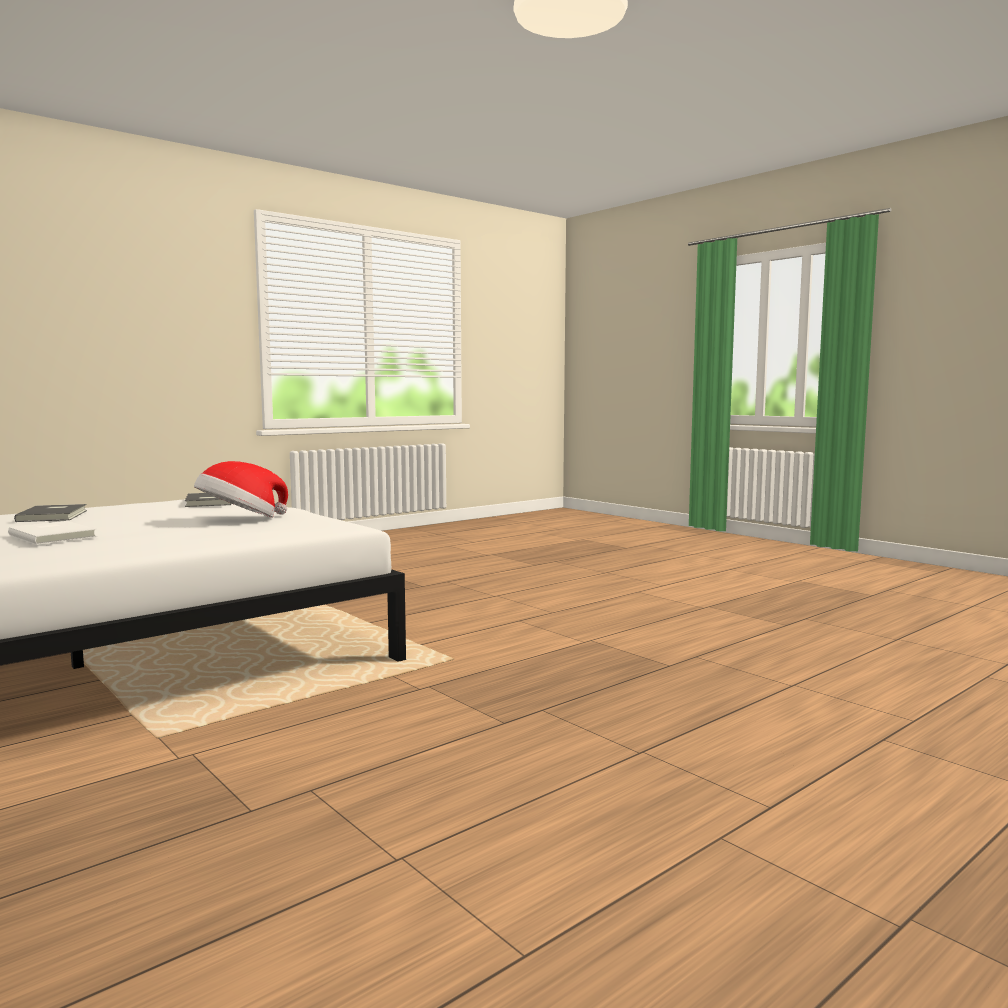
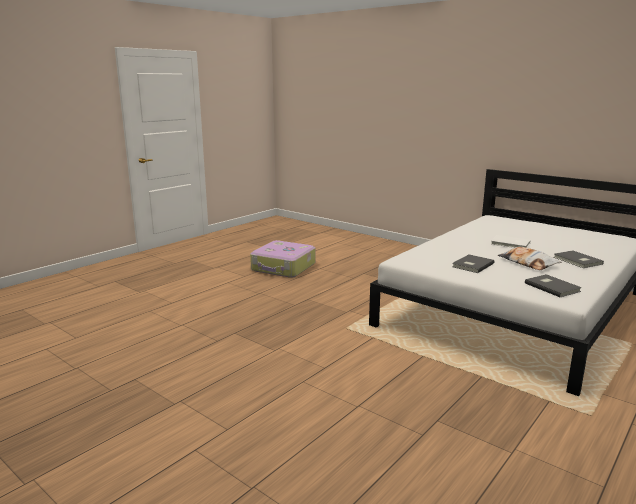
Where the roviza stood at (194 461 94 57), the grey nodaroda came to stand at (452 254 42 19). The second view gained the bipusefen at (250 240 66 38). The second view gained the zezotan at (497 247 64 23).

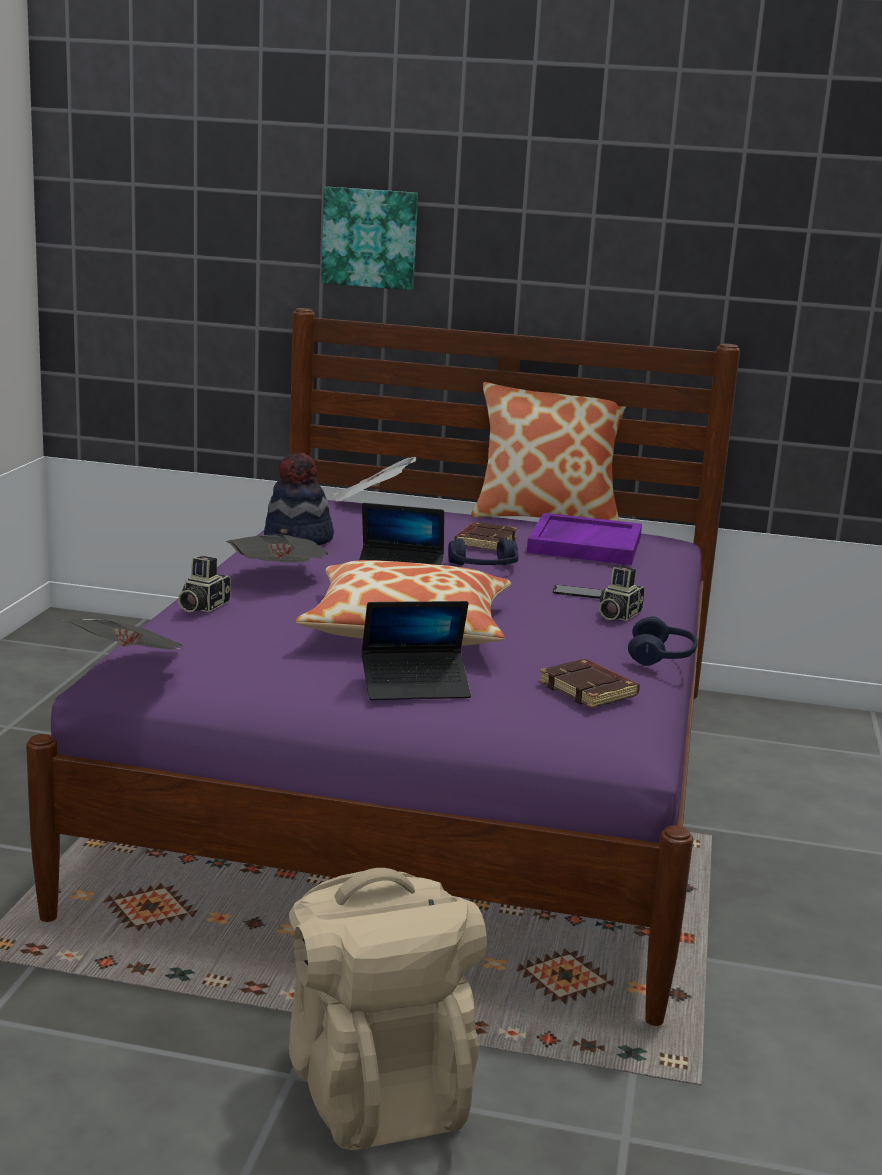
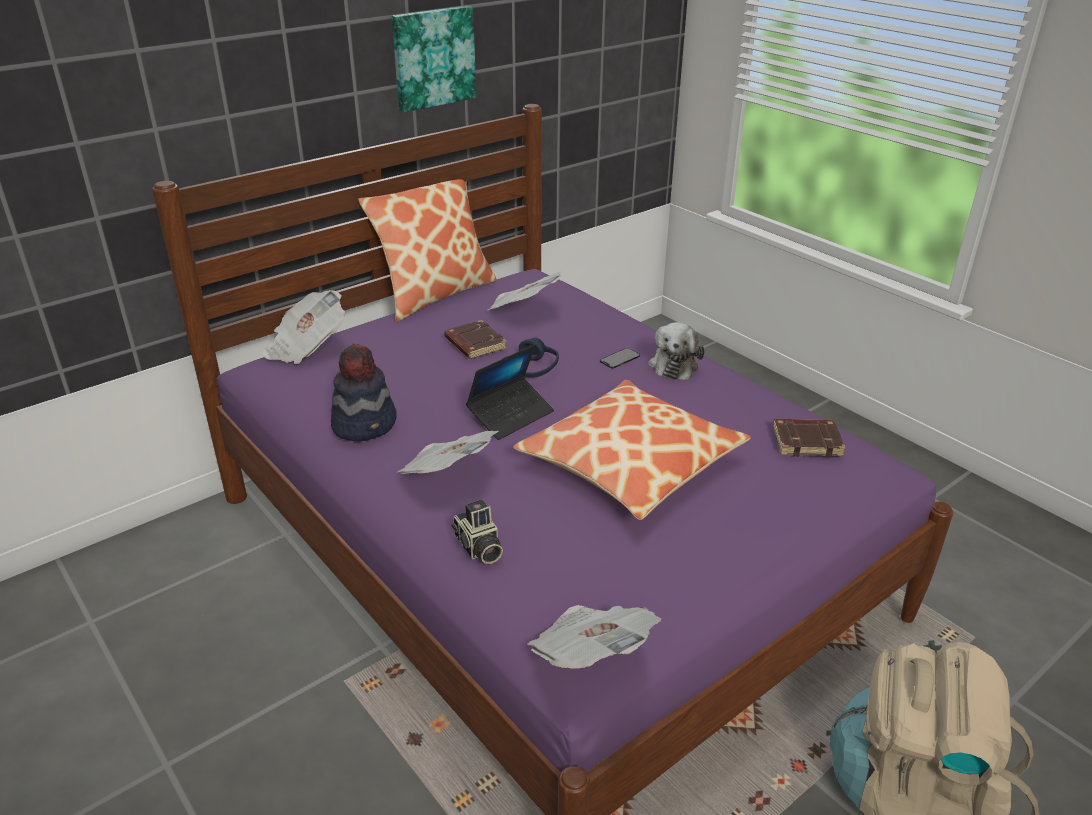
The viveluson ended up elsewhere, having gone from (321 187 97 103) to (392 6 84 106). The second view lost the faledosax at (362 601 109 99). Where the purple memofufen stood at (527 513 115 52), the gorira came to stand at (488 271 74 39). Where the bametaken stood at (599 566 46 55), the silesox came to stand at (648 322 56 58). The second view lost the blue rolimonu at (628 616 69 50).

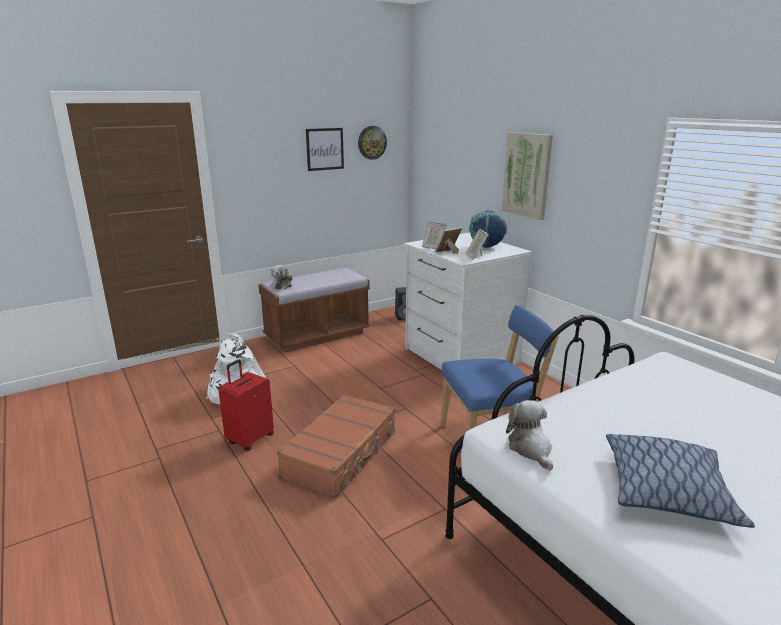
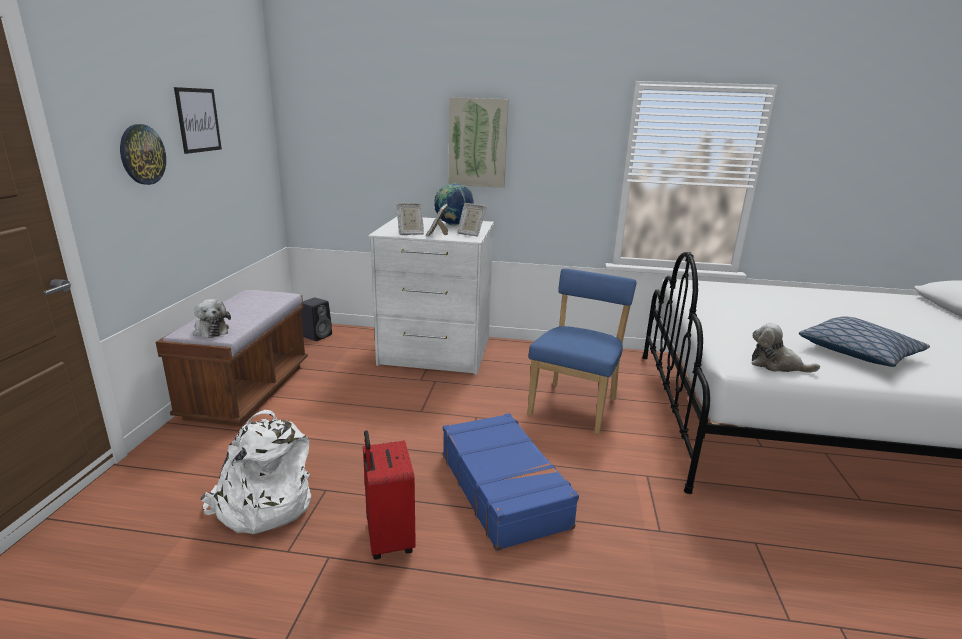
What was the brown bipusefen at (277 394 118 105) turned into the blue bipusefen at (443 413 136 138). The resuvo ended up elsewhere, having gone from (358 126 29 34) to (120 124 46 61).

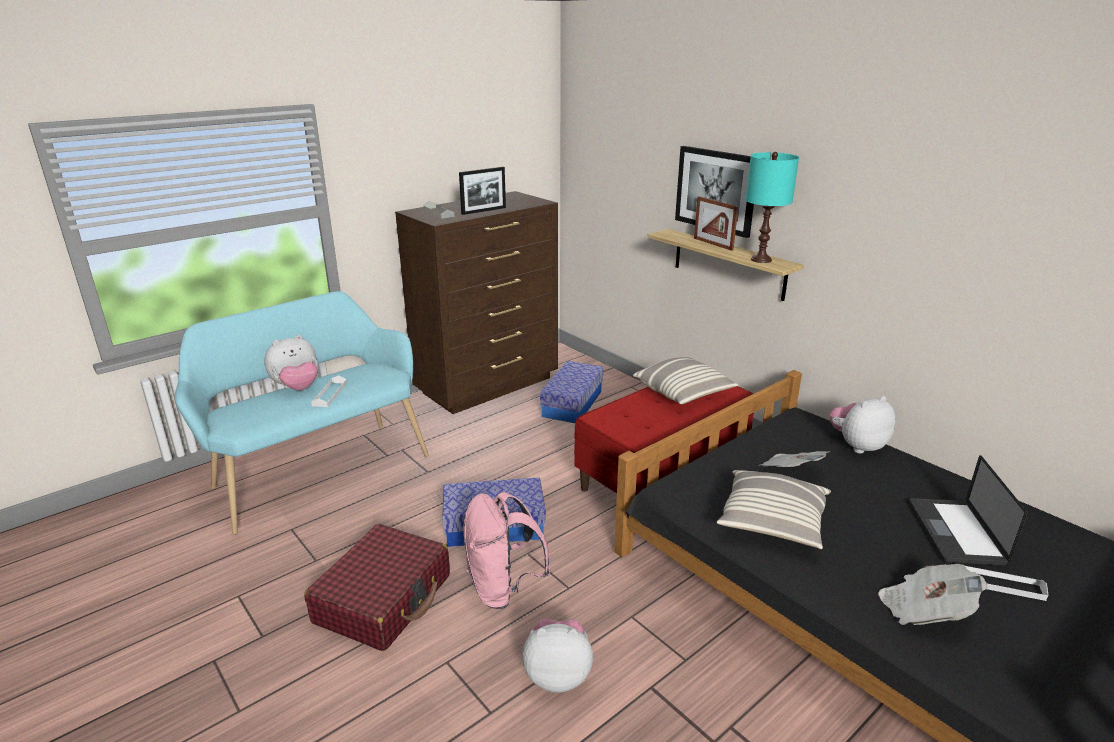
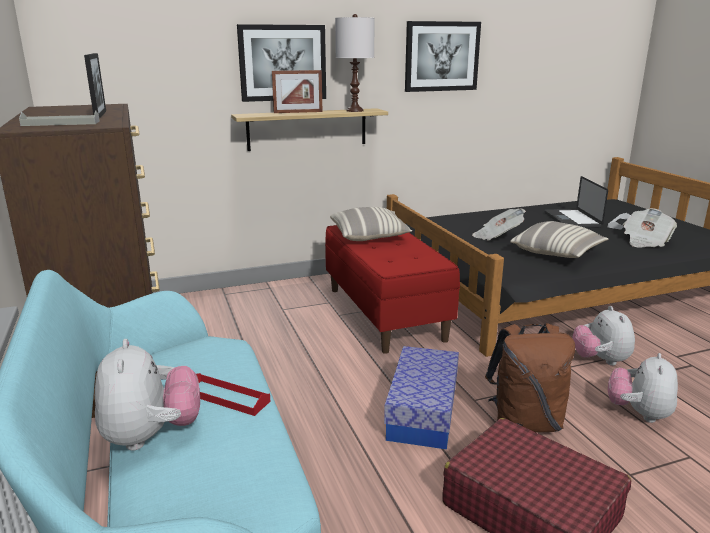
What was the white memofufen at (311 375 36 32) turned into the red memofufen at (196 373 74 43). What was the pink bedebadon at (463 492 88 117) turned into the brown bedebadon at (485 323 90 109). The second view lost the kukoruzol at (540 361 63 62). What was the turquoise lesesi at (746 152 53 111) turned into the white lesesi at (335 14 40 98). The silesox ended up elsewhere, having gone from (829 396 67 58) to (572 306 63 60). The faledosax at (909 455 118 111) ended up facing another way, 60 degrees clockwise from before. The second view gained the viveluson at (405 21 76 71).

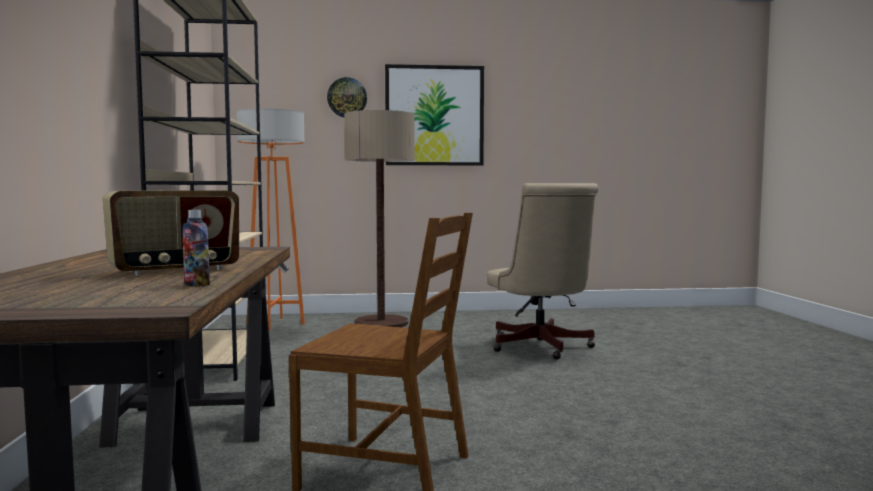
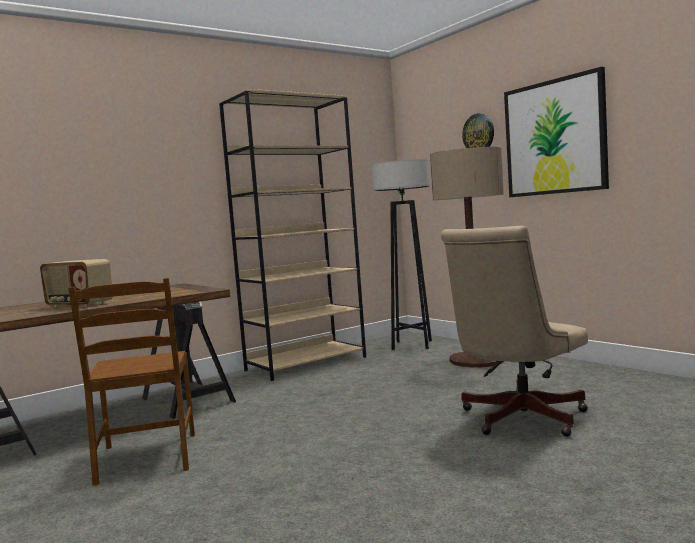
The second view lost the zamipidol at (182 210 28 76). What was the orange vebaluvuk at (236 108 69 223) turned into the grey vebaluvuk at (372 159 60 191).

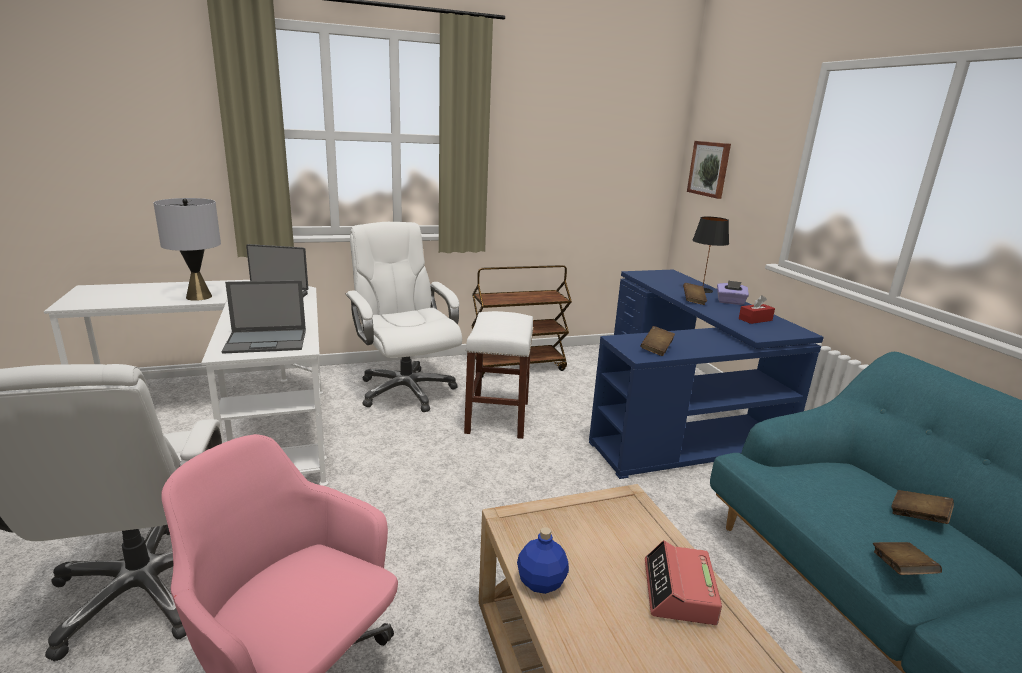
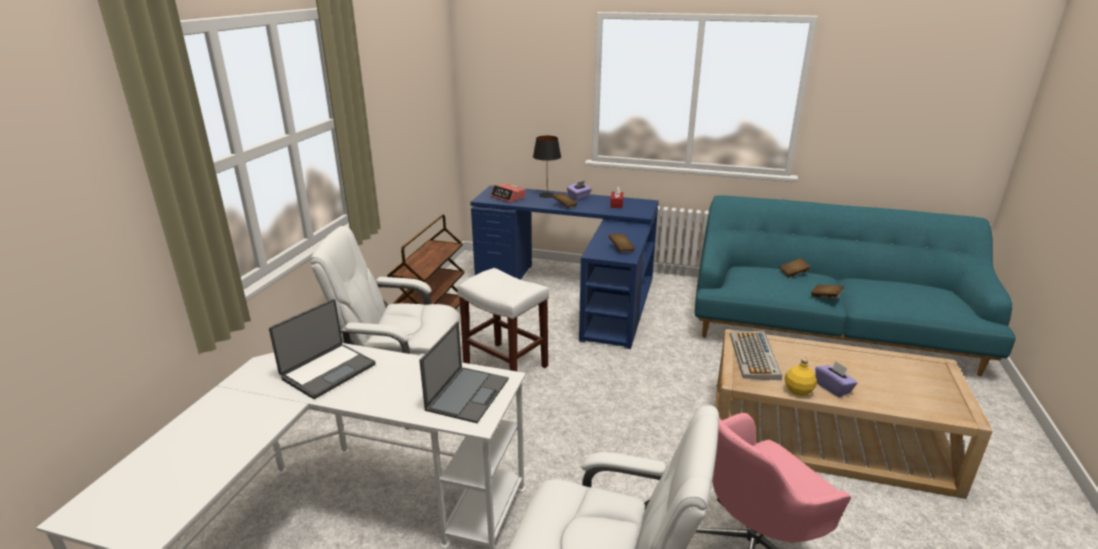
The second view lost the grey lesesi at (153 198 68 103). What was the blue zamipidol at (517 527 52 67) turned into the yellow zamipidol at (785 358 32 38). The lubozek ended up elsewhere, having gone from (645 540 77 85) to (490 183 35 20). The second view lost the viveluson at (687 141 44 58). The second view gained the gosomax at (730 331 52 49). The second view gained the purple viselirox at (815 361 43 36).

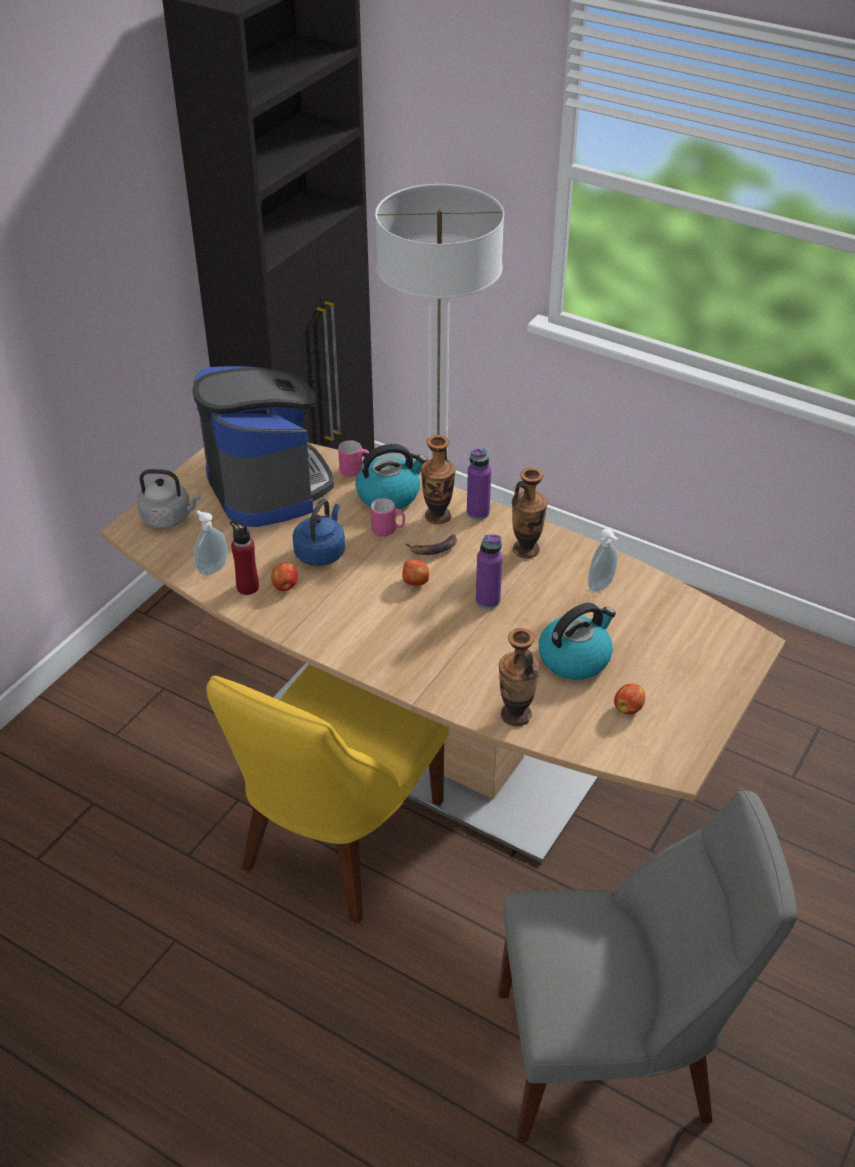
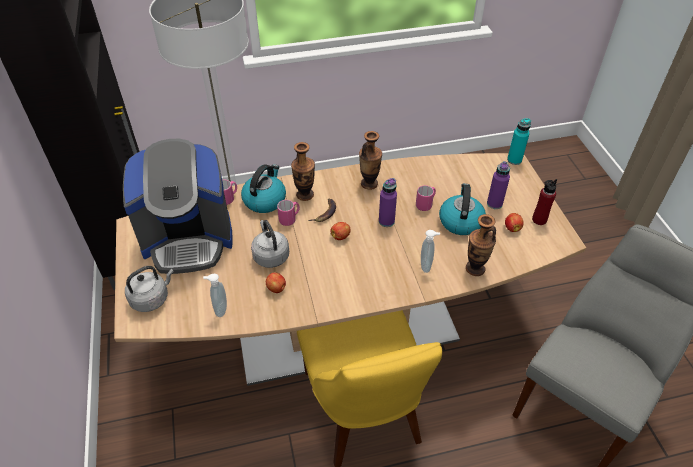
The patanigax at (192 366 142 161) ended up facing another way, 150 degrees clockwise from before. The red zamipidol ended up elsewhere, having gone from (230 521 29 74) to (532 179 25 46). What was the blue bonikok at (292 499 53 67) turned into the grey bonikok at (251 220 38 48). The purple zamipidol ended up elsewhere, having gone from (467 448 24 72) to (487 161 23 48). The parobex ended up elsewhere, having gone from (588 529 30 63) to (421 230 19 43). The second view gained the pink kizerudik at (416 185 20 26). The second view gained the turquoise zamipidol at (507 118 24 47).

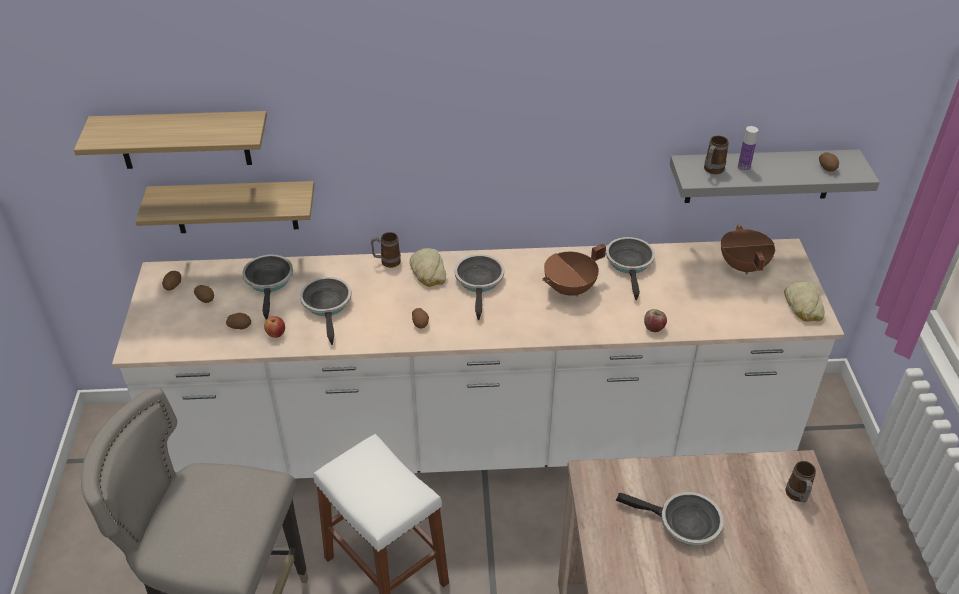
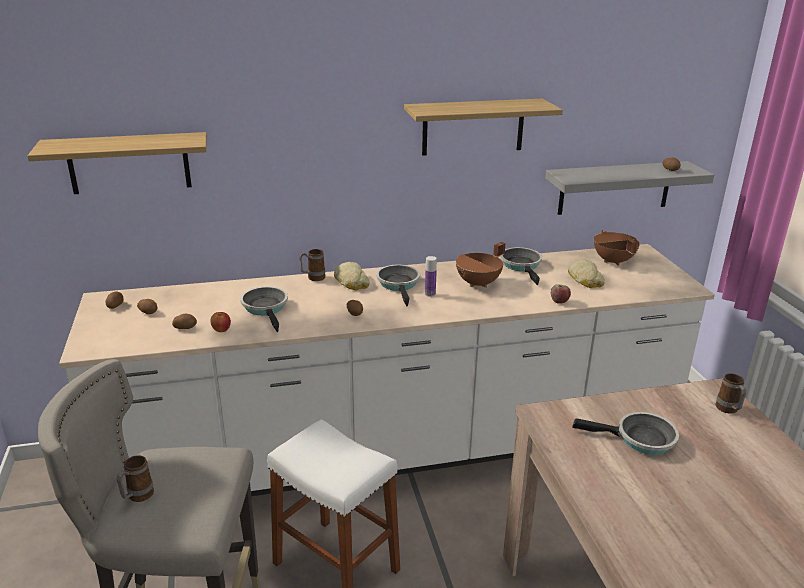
The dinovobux ended up elsewhere, having gone from (135 181 179 52) to (404 99 159 57). The second view lost the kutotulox at (242 254 51 65). The kizerudik ended up elsewhere, having gone from (704 136 25 38) to (117 455 37 47). The zamipidol ended up elsewhere, having gone from (738 126 21 45) to (425 256 12 41). The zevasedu ended up elsewhere, having gone from (784 281 41 41) to (568 260 37 28).

